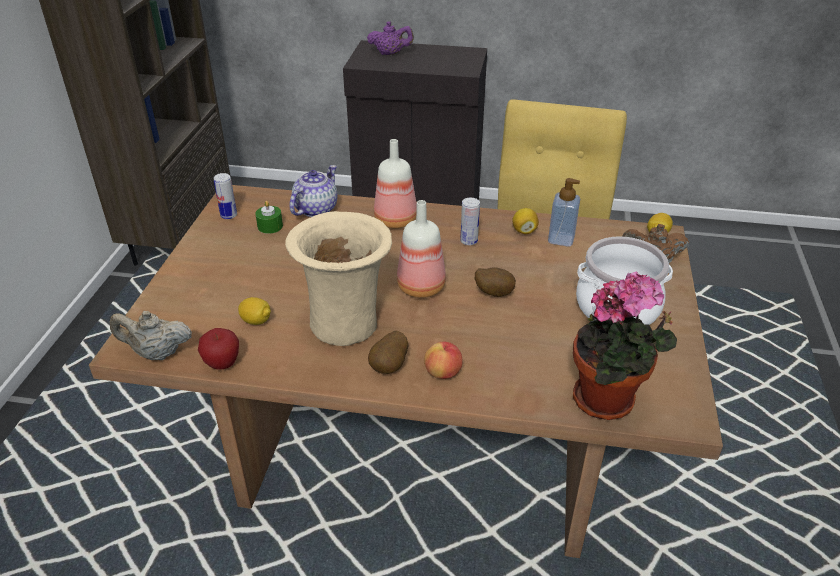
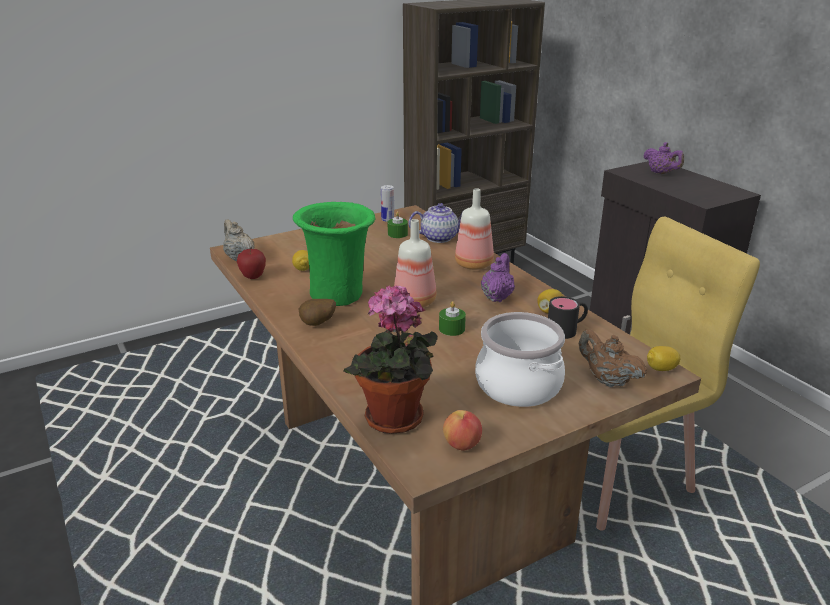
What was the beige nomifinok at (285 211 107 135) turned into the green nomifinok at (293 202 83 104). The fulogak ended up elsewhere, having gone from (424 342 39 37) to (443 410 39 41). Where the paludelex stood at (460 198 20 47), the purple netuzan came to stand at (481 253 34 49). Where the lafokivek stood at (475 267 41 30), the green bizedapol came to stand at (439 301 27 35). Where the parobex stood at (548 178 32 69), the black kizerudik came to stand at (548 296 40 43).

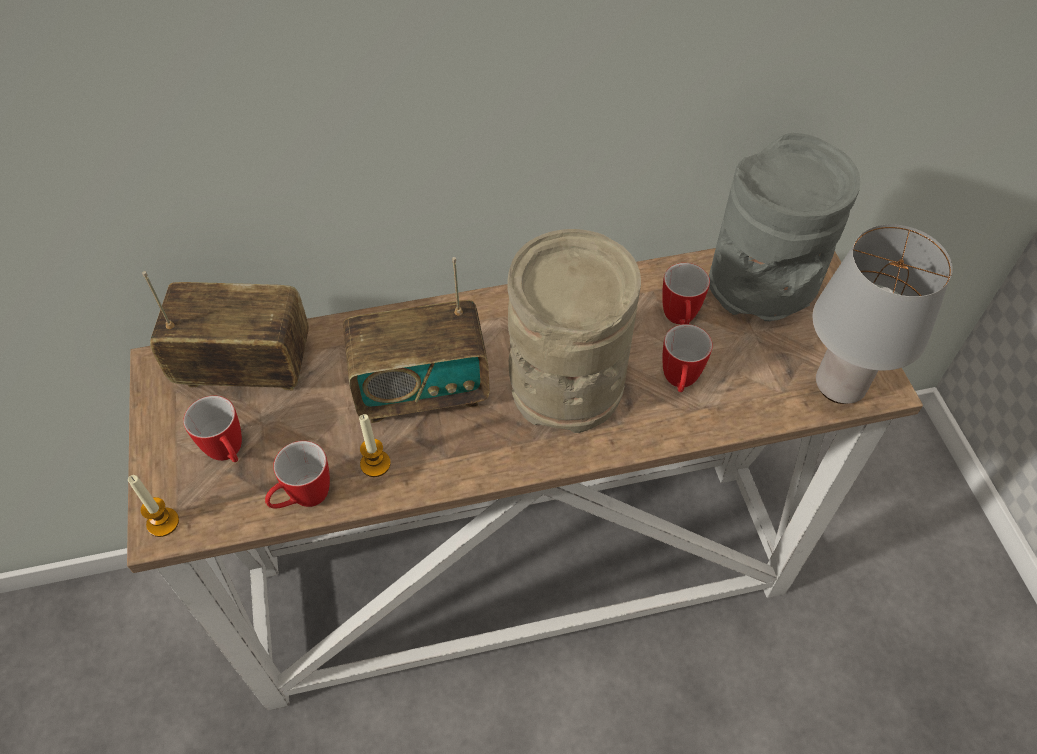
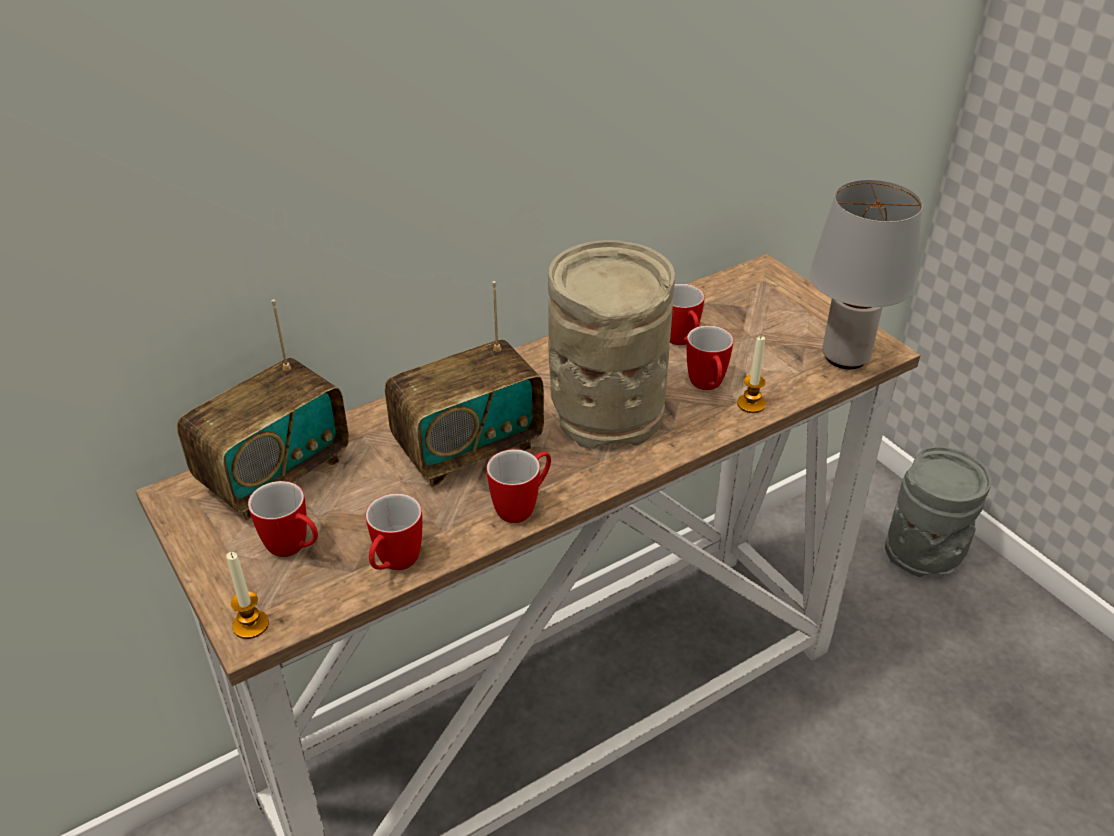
The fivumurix at (142 271 167 119) ended up facing another way, 150 degrees clockwise from before. The bizedapol ended up elsewhere, having gone from (359 414 32 63) to (737 335 29 78). The grey nomifinok ended up elsewhere, having gone from (709 133 151 188) to (885 446 106 131). The second view gained the kizerudik at (487 449 64 74).

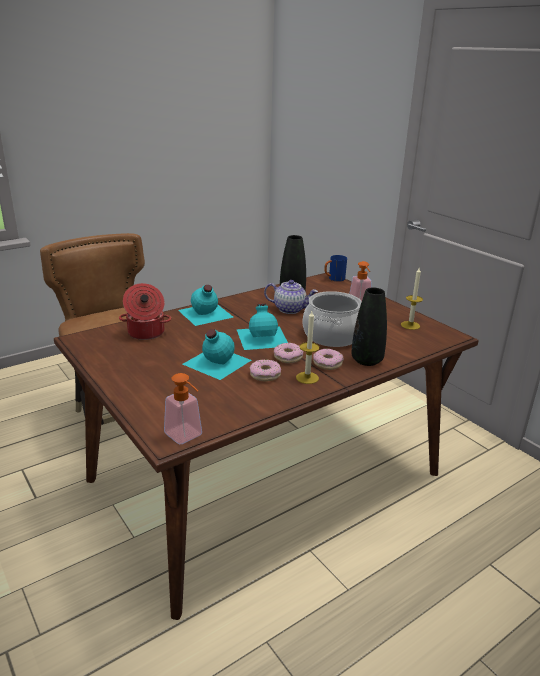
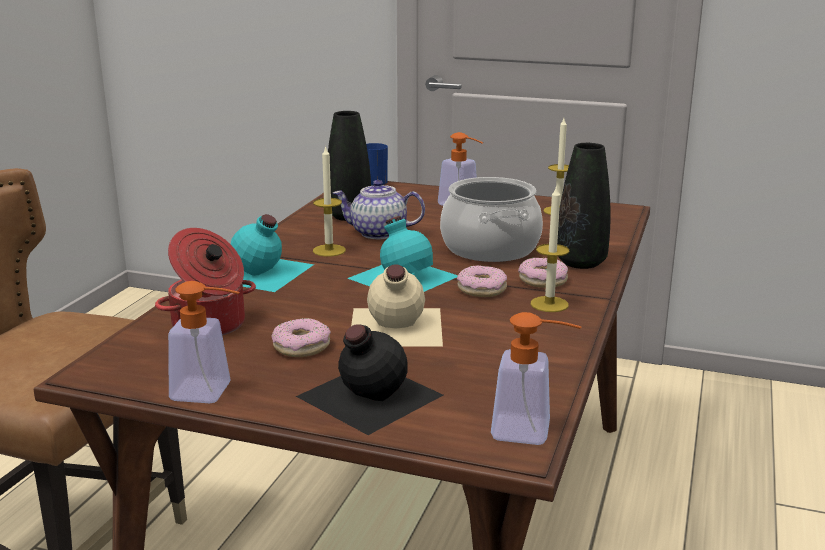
What was the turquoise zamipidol at (183 329 68 51) turned into the beige zamipidol at (351 264 92 83). The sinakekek ended up elsewhere, having gone from (249 360 32 22) to (272 318 59 39). The netuzan at (264 280 54 34) ended up facing another way, 150 degrees counterclockwise from before. The second view gained the parobex at (168 281 72 122). The second view gained the black zamipidol at (296 324 147 111). The second view gained the bizedapol at (313 145 33 112).

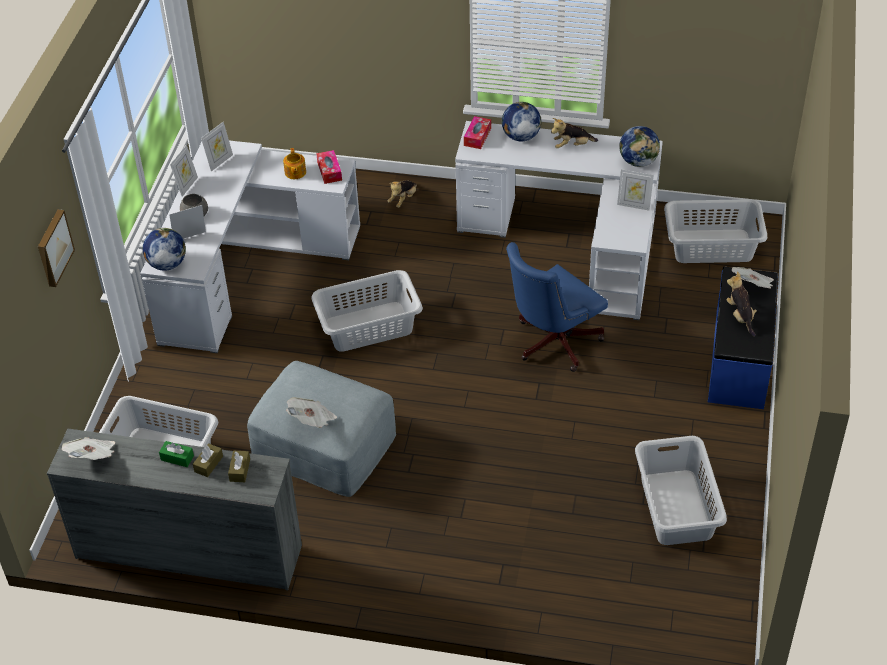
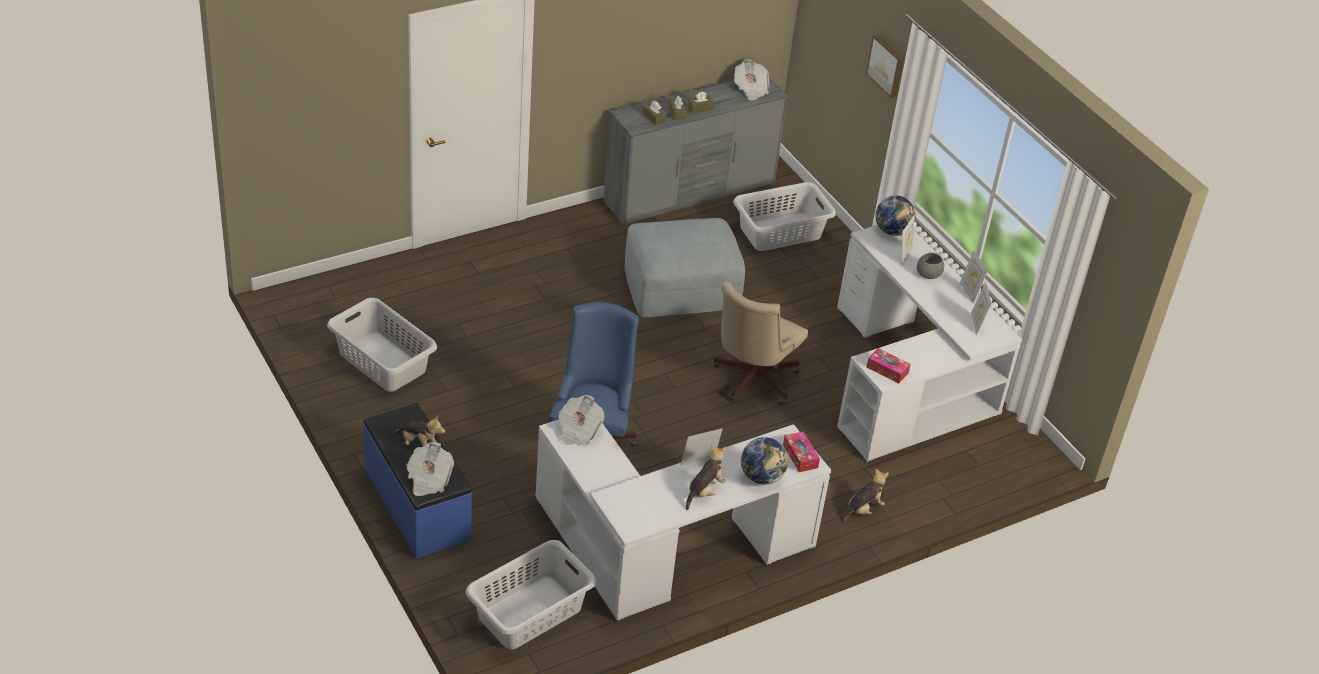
What was the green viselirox at (159 441 35 26) turned into the brown viselirox at (688 91 26 22). The second view lost the netuzan at (283 148 23 31). The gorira ended up elsewhere, having gone from (286 397 51 31) to (558 395 47 50). Where the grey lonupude stood at (311 270 112 82), the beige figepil came to stand at (714 281 94 124). The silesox at (388 180 29 28) ended up facing another way, 60 degrees clockwise from before. The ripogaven ended up elsewhere, having gone from (617 169 37 42) to (681 428 42 37). The second view lost the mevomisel at (619 126 41 41).

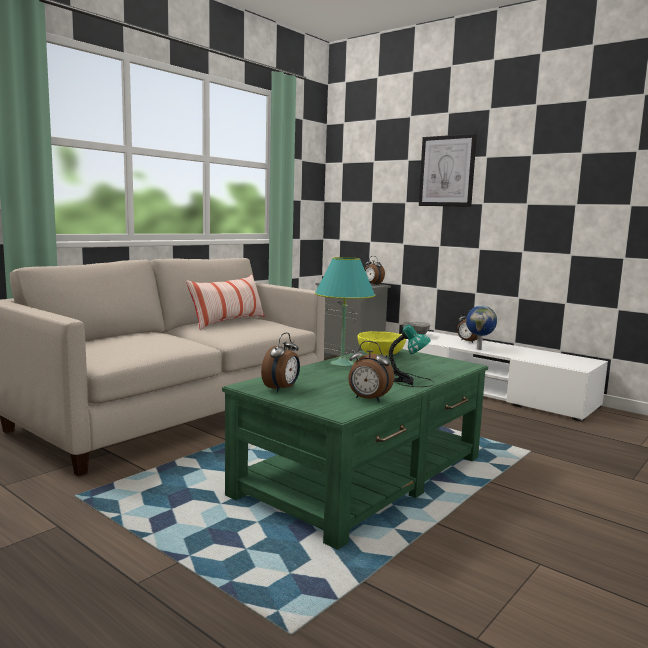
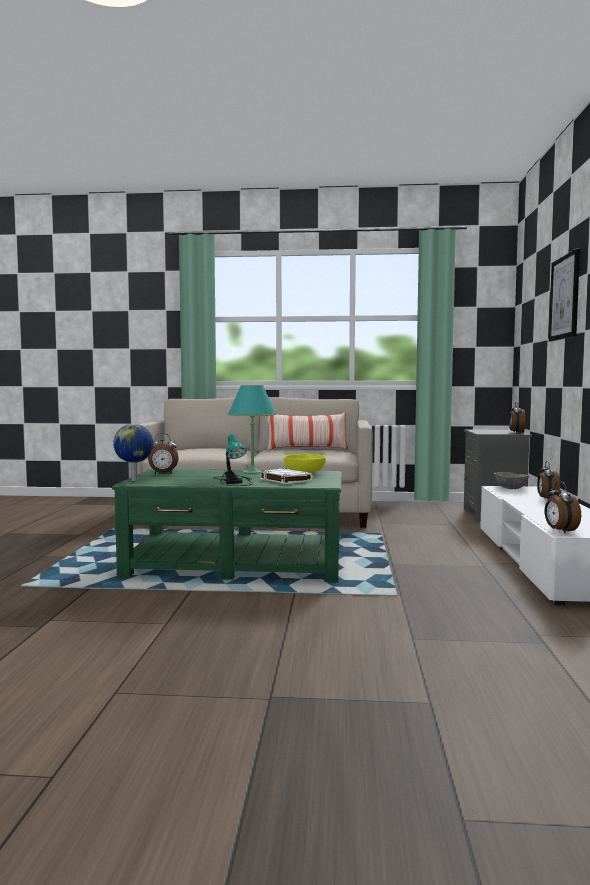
The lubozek ended up elsewhere, having gone from (348 341 46 61) to (544 481 37 52). The mevomisel ended up elsewhere, having gone from (466 306 31 44) to (113 424 40 57). The second view gained the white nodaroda at (260 468 53 16).

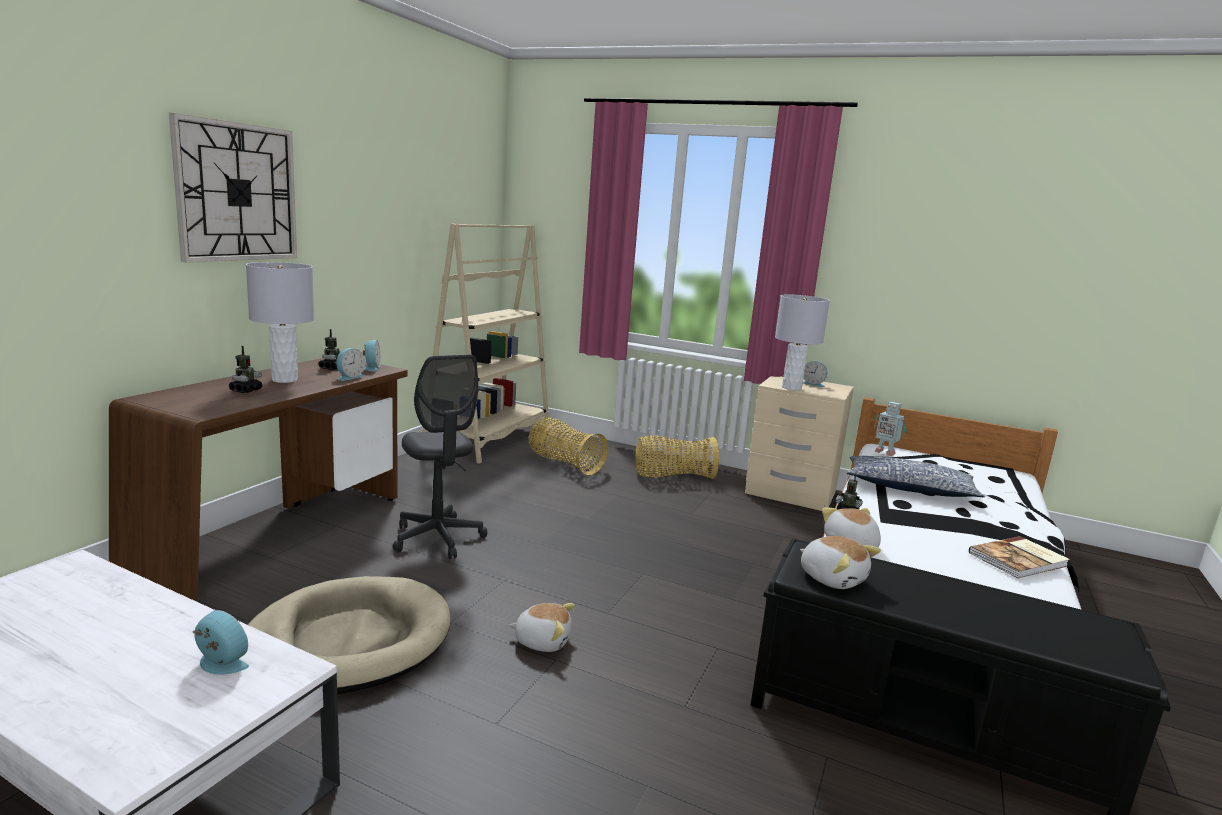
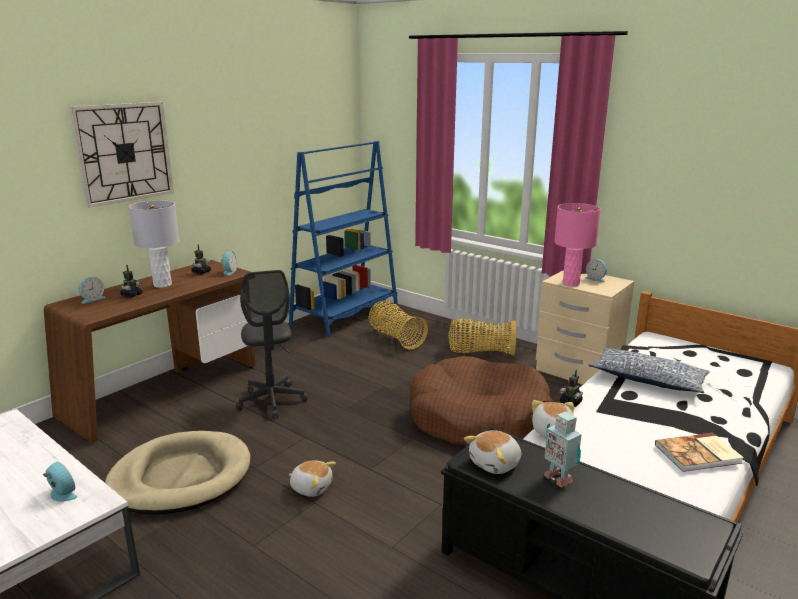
The lubozek ended up elsewhere, having gone from (336 348 29 33) to (78 277 28 27). What was the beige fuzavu at (421 223 129 240) turned into the blue fuzavu at (289 141 109 196). What was the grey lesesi at (775 294 55 97) turned into the pink lesesi at (554 203 47 84). The silesox at (800 536 81 53) ended up facing another way, 75 degrees clockwise from before. The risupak ended up elsewhere, having gone from (874 402 32 54) to (544 412 38 75). The second view gained the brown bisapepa at (409 356 145 89).

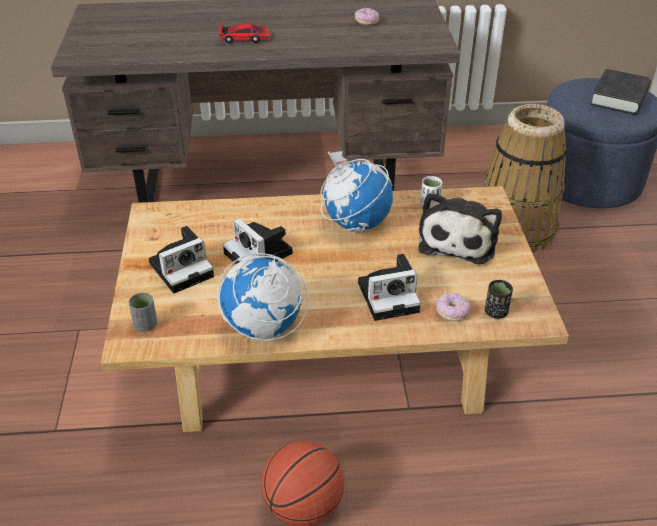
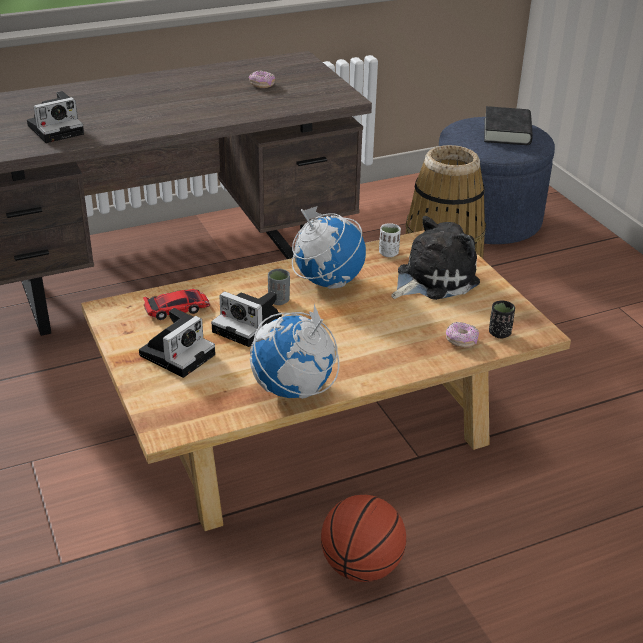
The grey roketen ended up elsewhere, having gone from (128 293 29 39) to (268 269 22 36). The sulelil ended up elsewhere, having gone from (219 23 52 20) to (143 289 67 31). The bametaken ended up elsewhere, having gone from (358 254 63 67) to (27 91 57 52). The silesox at (418 192 84 72) ended up facing another way, 120 degrees counterclockwise from before.

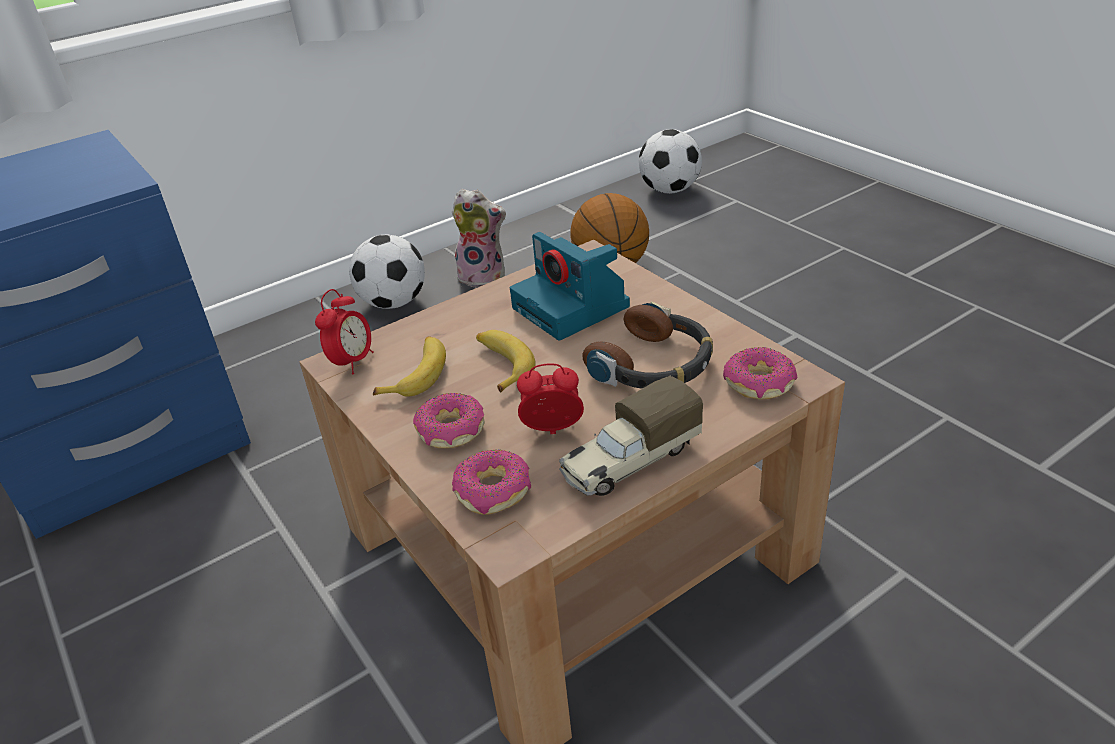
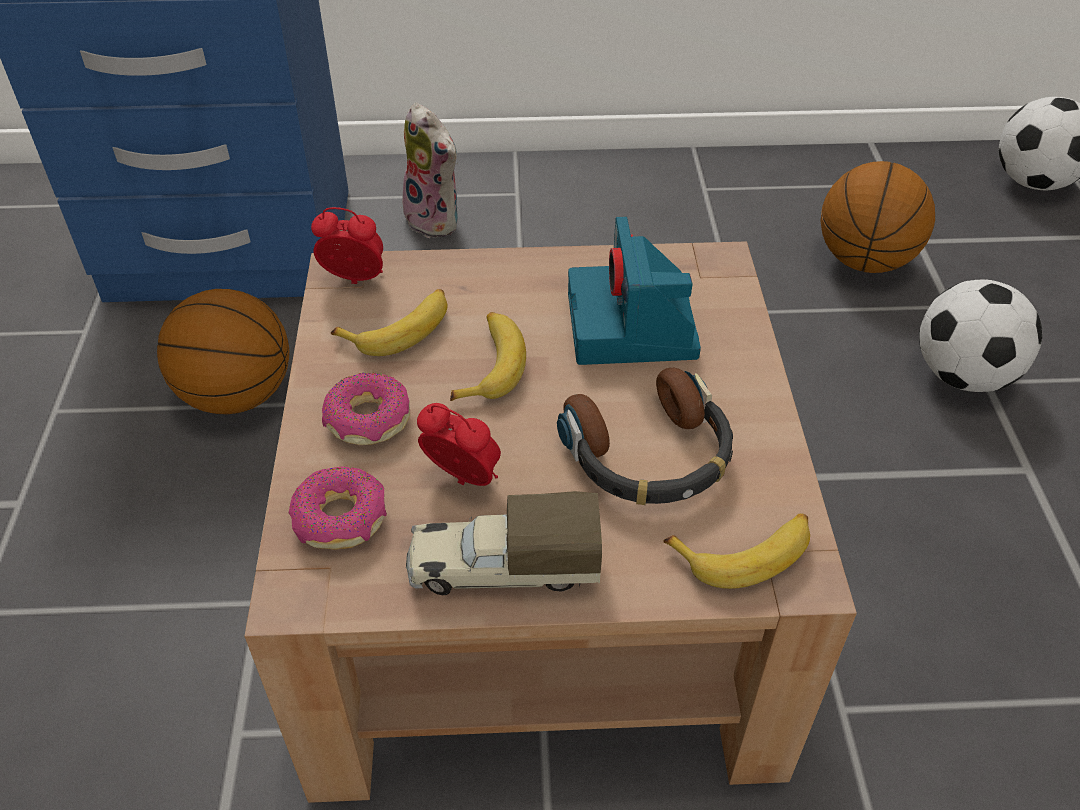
The lubozek at (315 289 59 85) ended up facing another way, 135 degrees counterclockwise from before. The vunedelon ended up elsewhere, having gone from (349 235 76 74) to (919 279 123 113). The silesox ended up elsewhere, having gone from (452 189 54 99) to (402 103 56 135). Where the sinakekek stood at (723 347 75 52), the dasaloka came to stand at (663 513 147 76). The second view gained the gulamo at (157 289 132 125).

